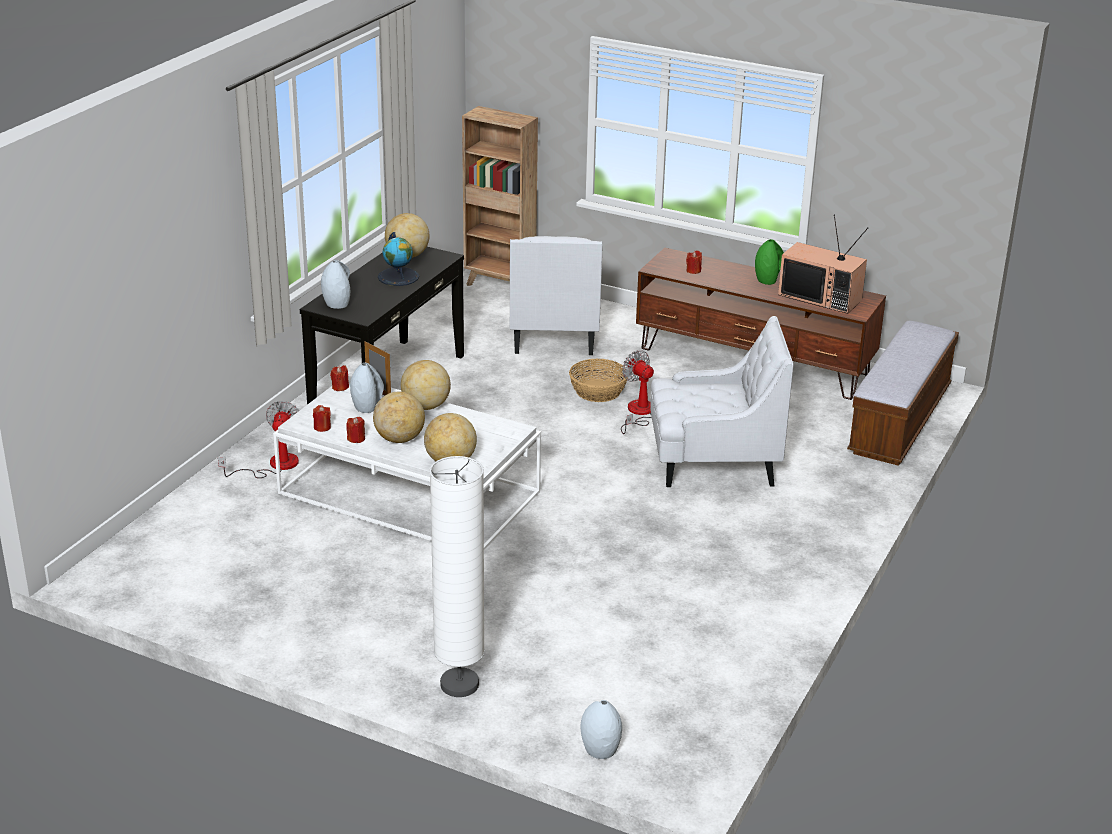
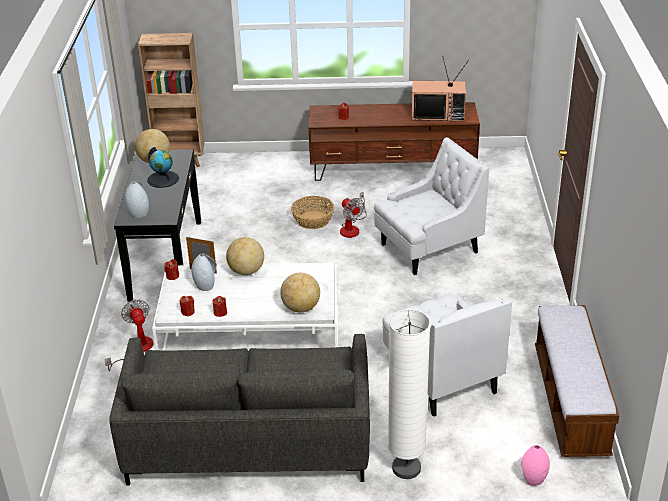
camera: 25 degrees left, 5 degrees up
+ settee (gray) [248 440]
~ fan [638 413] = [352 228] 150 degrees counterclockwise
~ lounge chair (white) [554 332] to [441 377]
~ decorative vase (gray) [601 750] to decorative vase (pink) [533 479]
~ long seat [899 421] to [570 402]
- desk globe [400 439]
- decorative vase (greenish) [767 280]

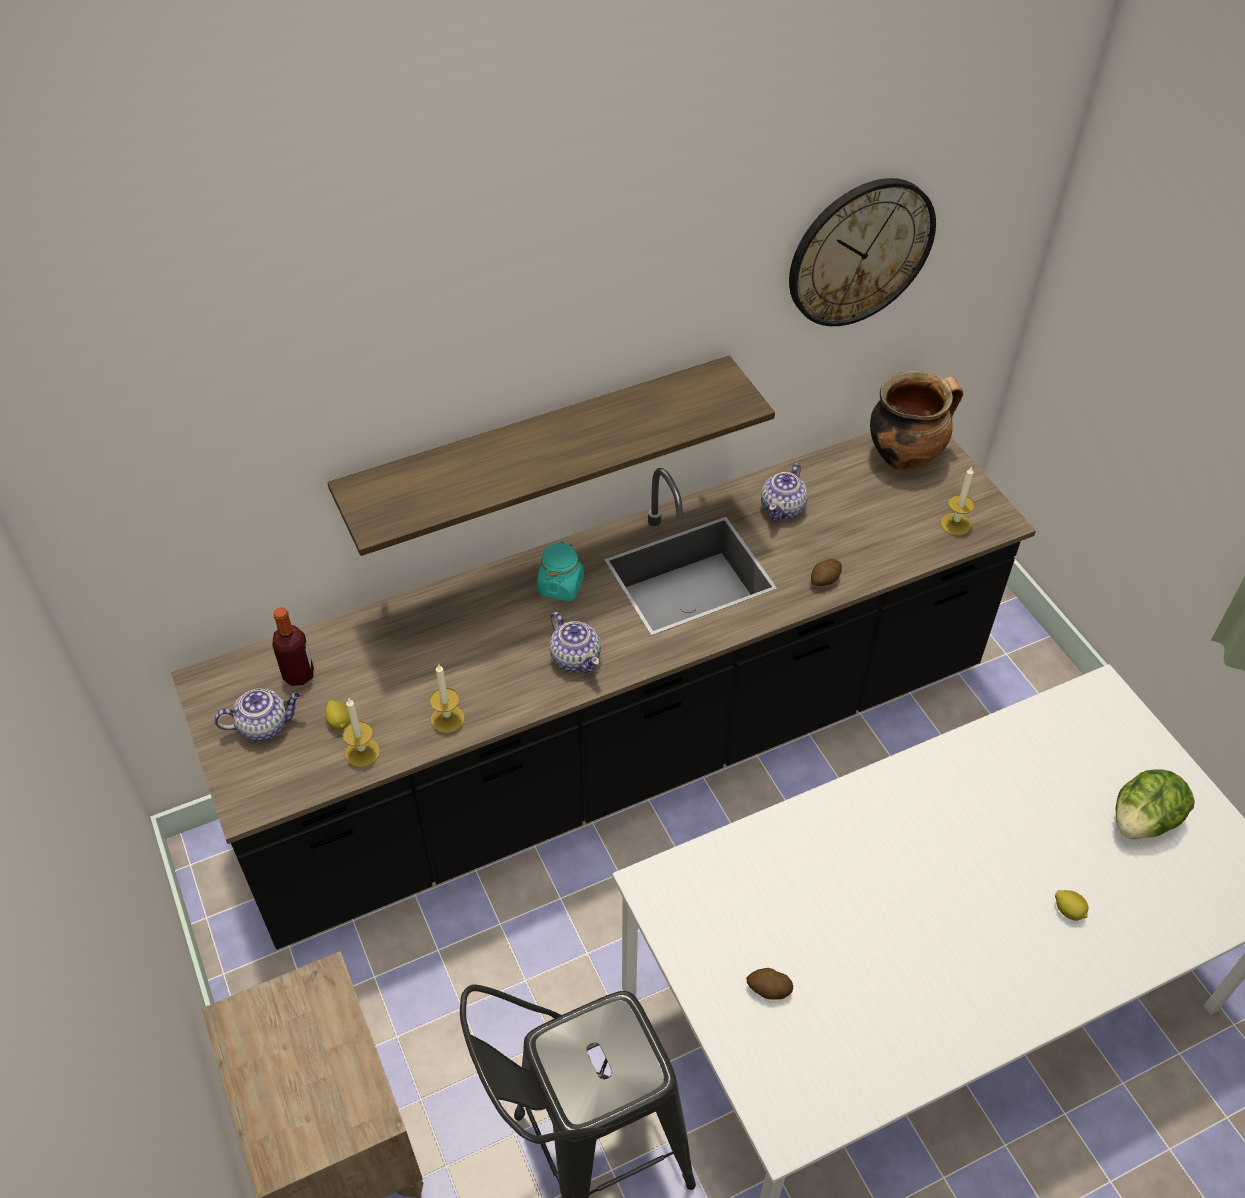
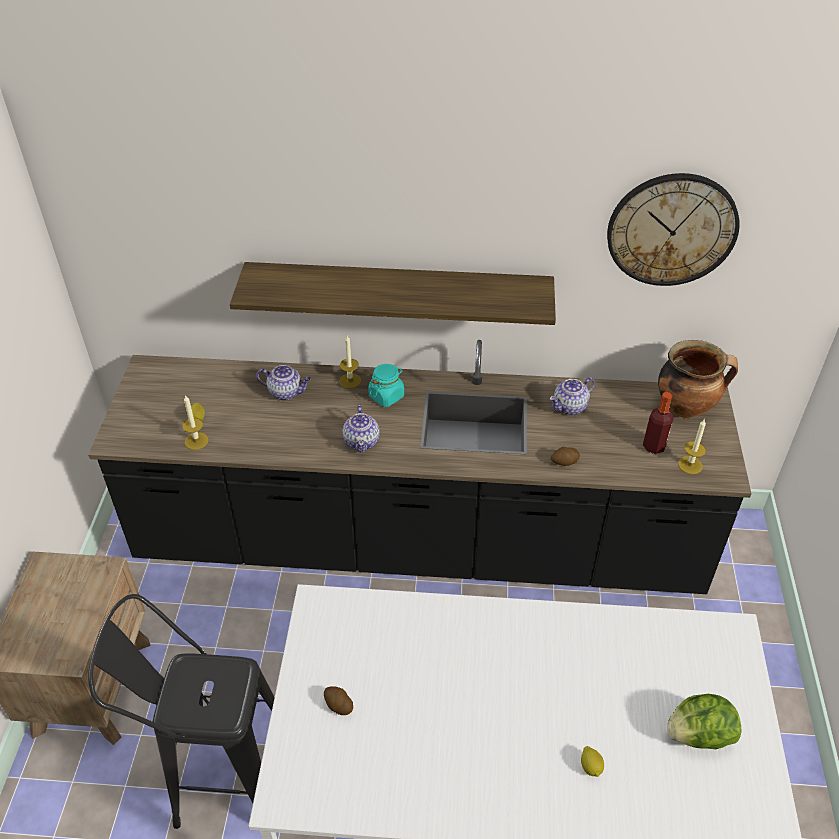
camera: 30 degrees right, 5 degrees down
~ tea pot [265 725] to [286 392]
~ wax candle [447 719] to [350 381]
~ beverage bottle [299 675] to [654 446]

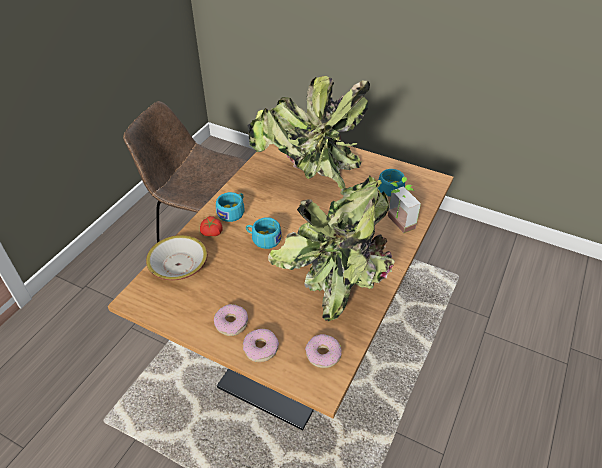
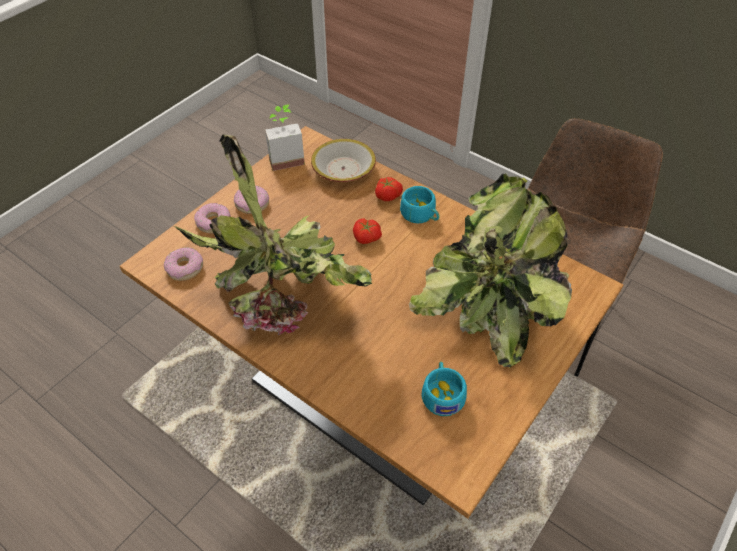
camera: 100 degrees right, 5 degrees up
~ houseplant [396 224] to [285 158]
~ cup (turquoise-coloured) [263 239] to tomato [366 238]

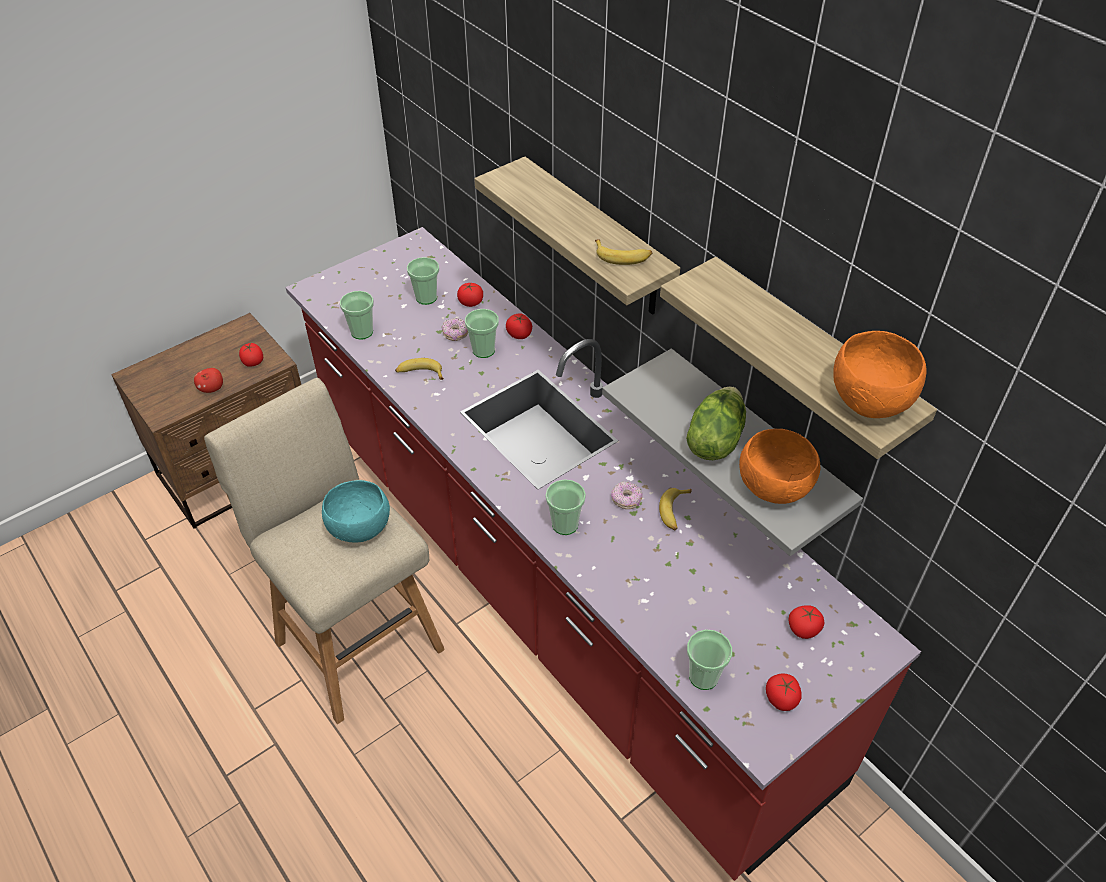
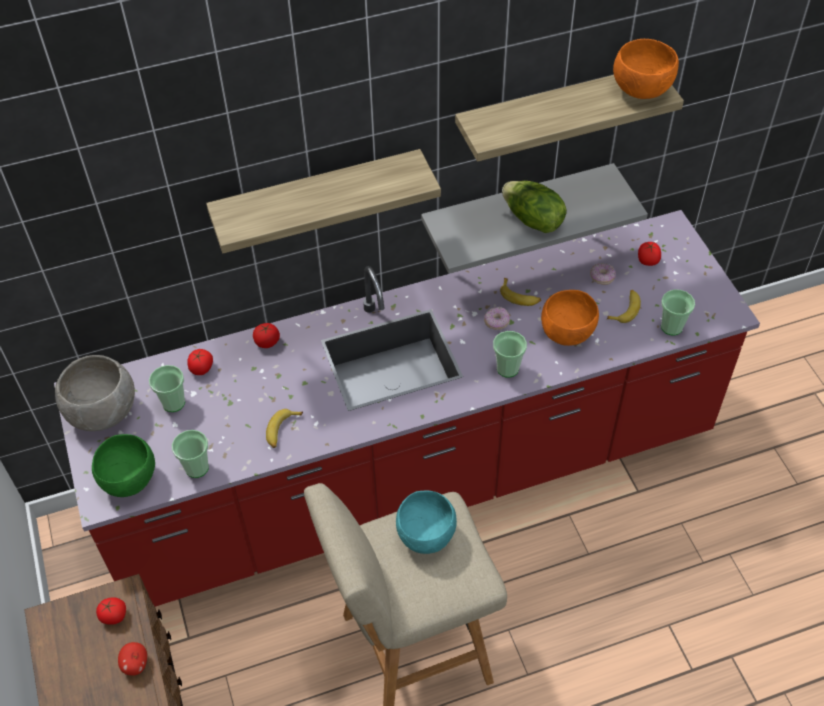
camera: 70 degrees left, 5 degrees up
+ deep dish (gray) [103 412]
+ deep dish (greenish) [130 480]
~ deep dish (orange) [773 488] to [566 333]
~ donut [455 334] to [602 278]
~ banana [623 256] to [625 309]
- cup [483 350]
- tomato [781 699]

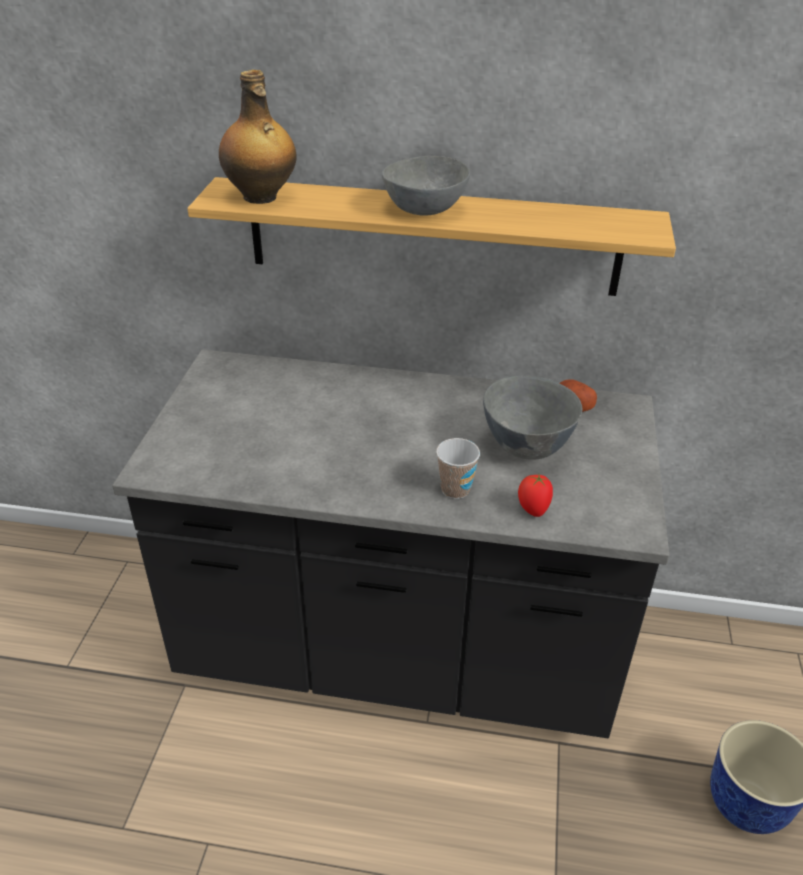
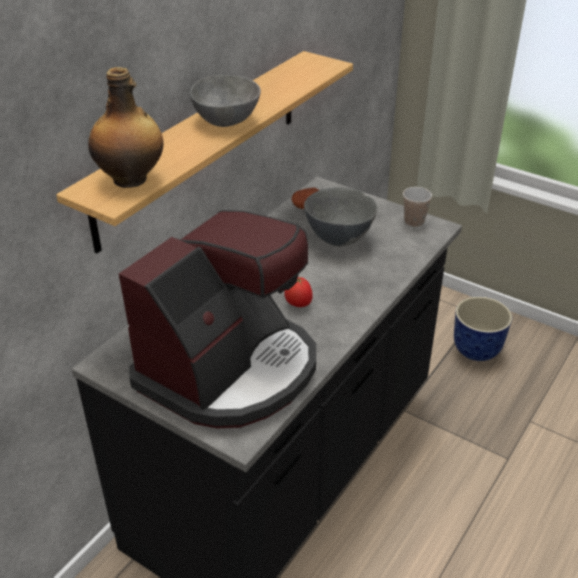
camera: 65 degrees left, 0 degrees up
+ coffee maker [230 370]
~ tomato [532 509] to [298 304]
~ cup [455 489] to [414 222]

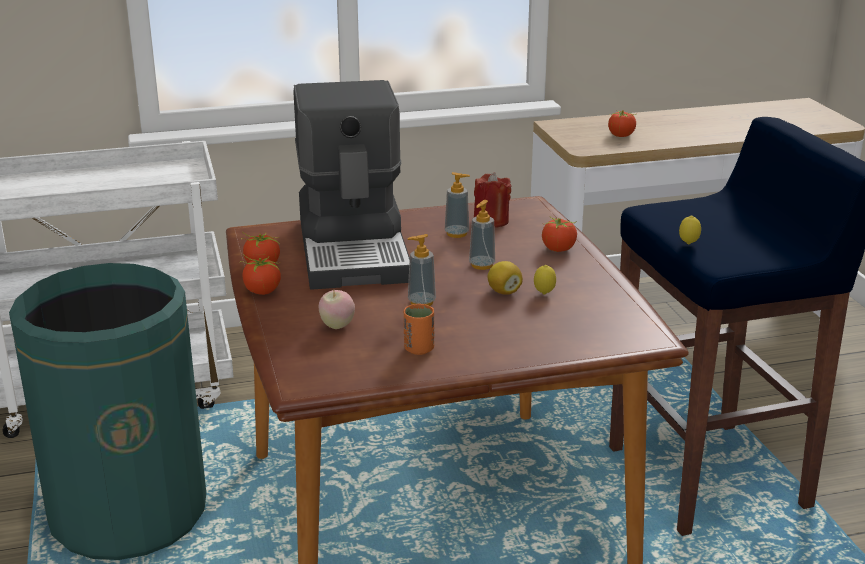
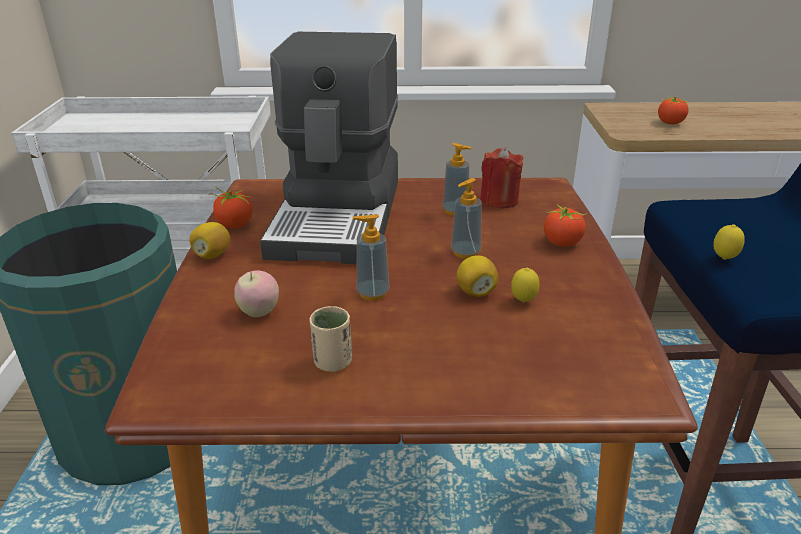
camera: 15 degrees right, 5 degrees up
~ tomato [262 291] to whole lemon [212 255]
~ cup (orange) [419 349] to cup (beige-coloured) [332 362]

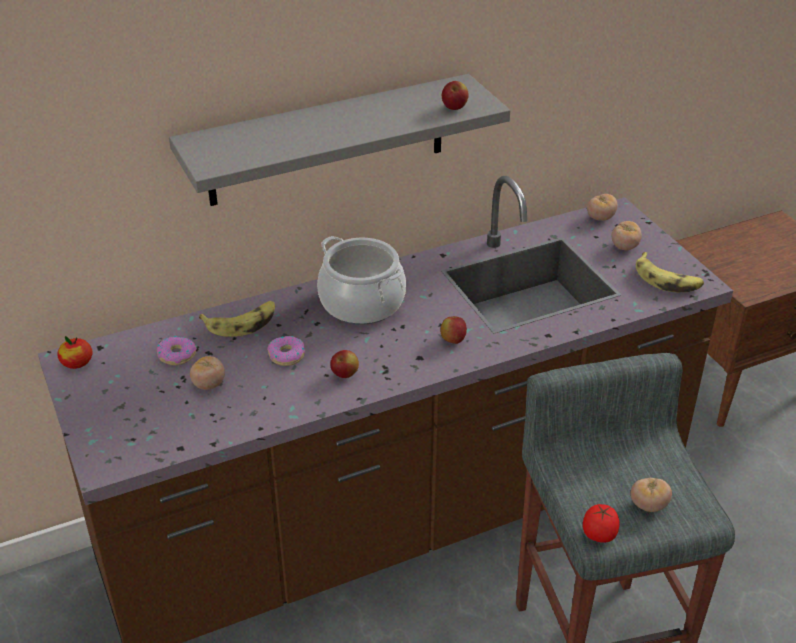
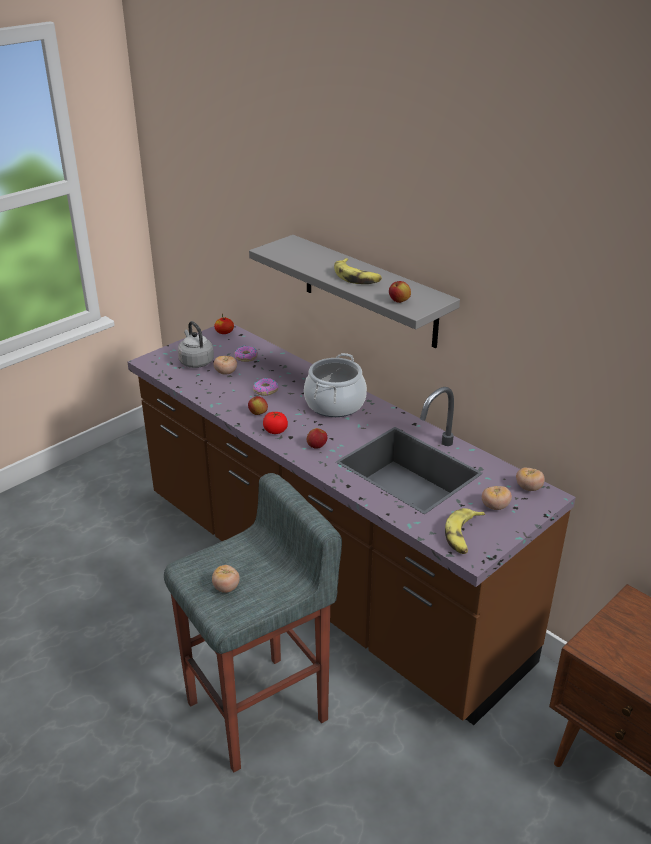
camera: 70 degrees right, 5 degrees down
+ tea kettle (gray) [195 361]
~ tomato [599 534] to [275 431]
~ banana [242 323] to [357 277]

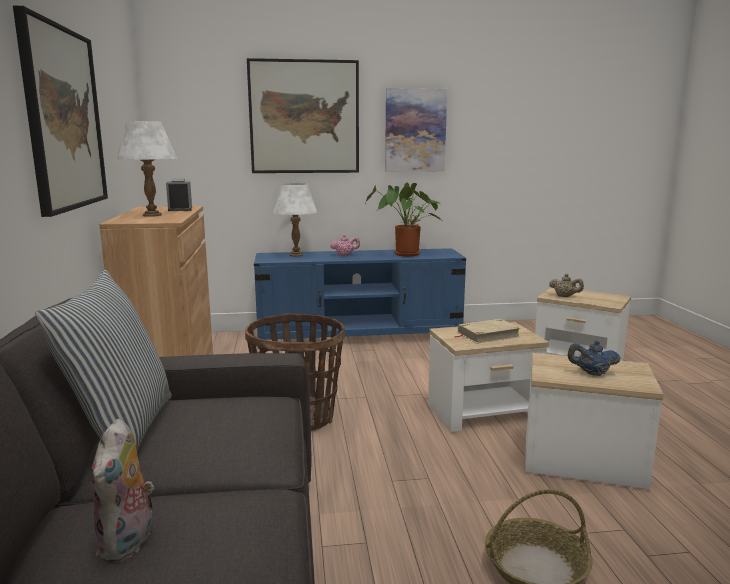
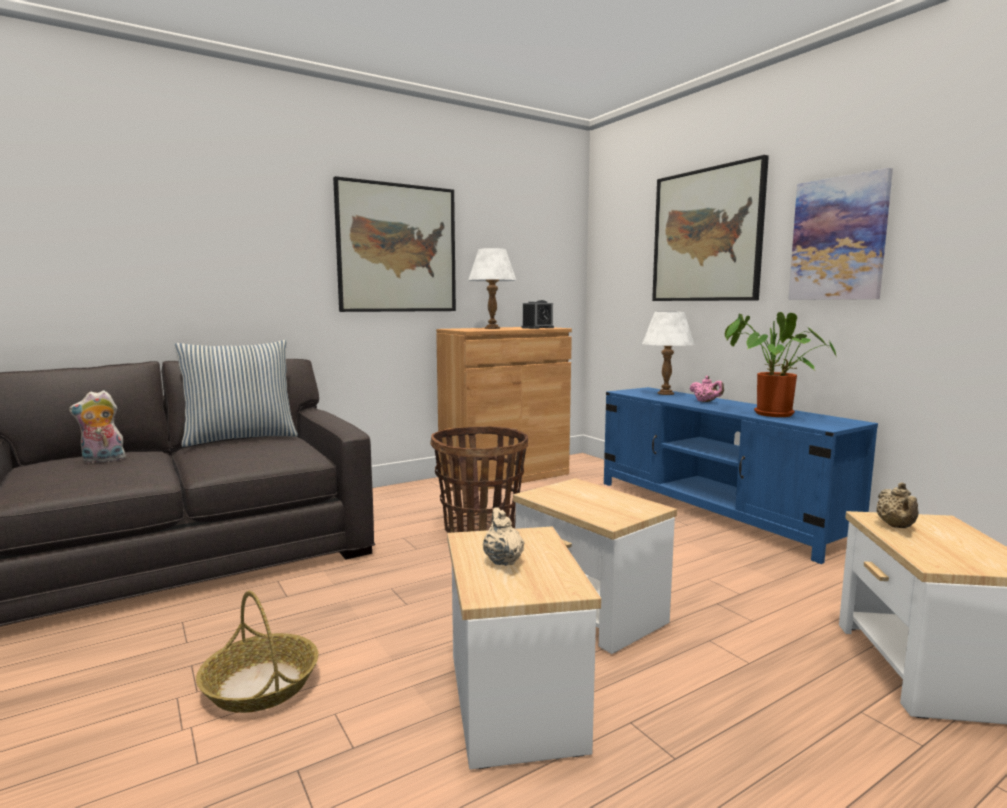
camera: 65 degrees right, 5 degrees down
~ tea pot (blue-coloured) [592 373] to tea pot (beige-coloured) [502 560]
- book (beige-coloured) [488 335]

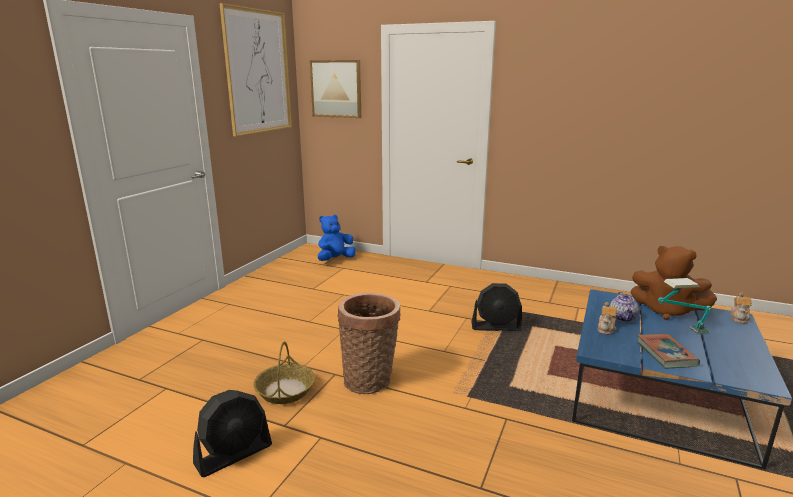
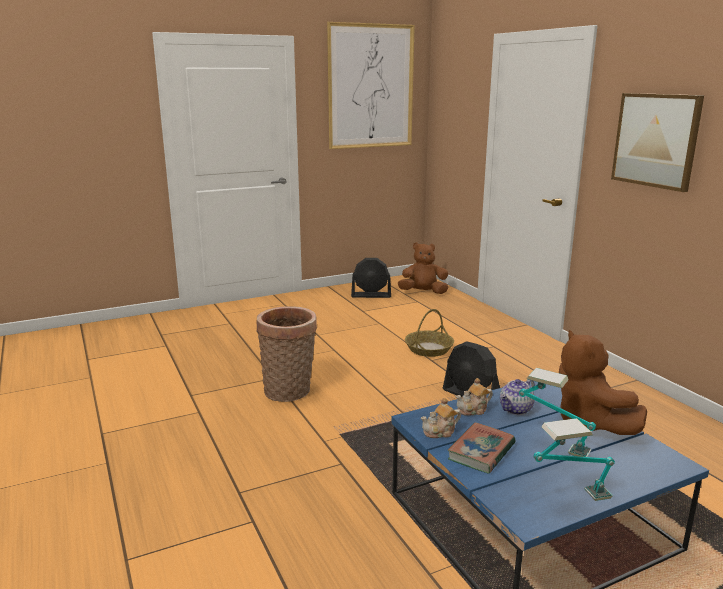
camera: 40 degrees right, 0 degrees up
~ fan (black-coloured) [234 454] to [371 295]
~ soft toy (blue-coloured) [335 259] to soft toy (brownish) [423 292]
~ storage basket [285 390] to [429 349]
~ tea pot [739 318] to [440 432]
+ lamp for a table [570 498]
~ wall art [336 89] to [656 140]

